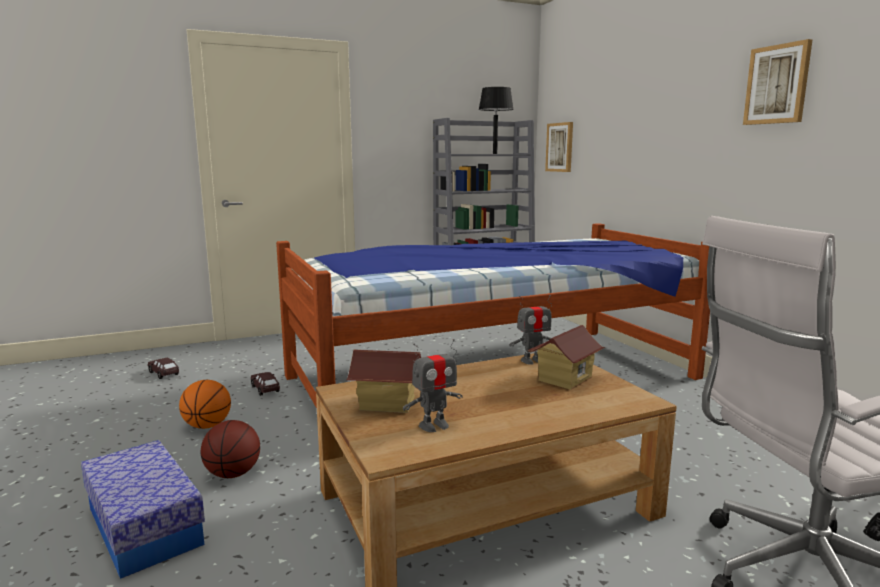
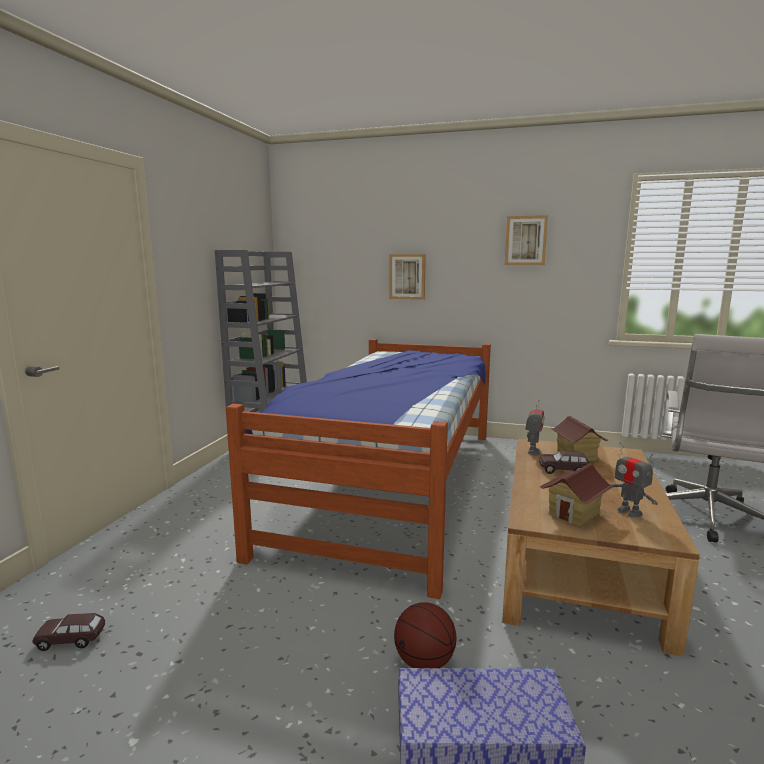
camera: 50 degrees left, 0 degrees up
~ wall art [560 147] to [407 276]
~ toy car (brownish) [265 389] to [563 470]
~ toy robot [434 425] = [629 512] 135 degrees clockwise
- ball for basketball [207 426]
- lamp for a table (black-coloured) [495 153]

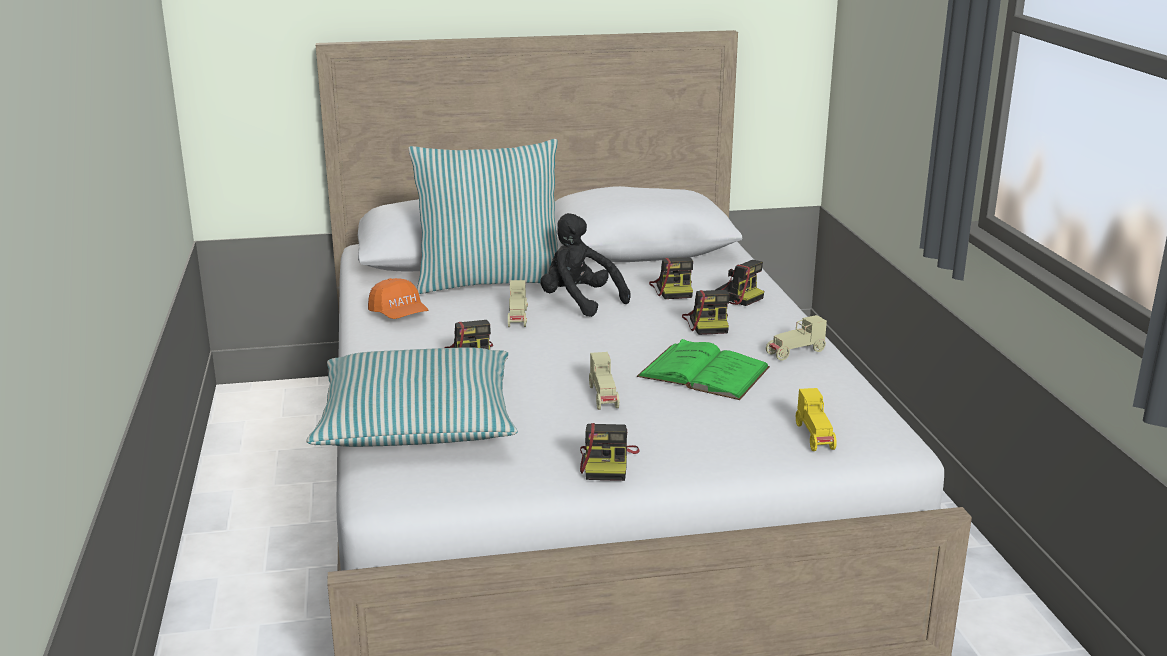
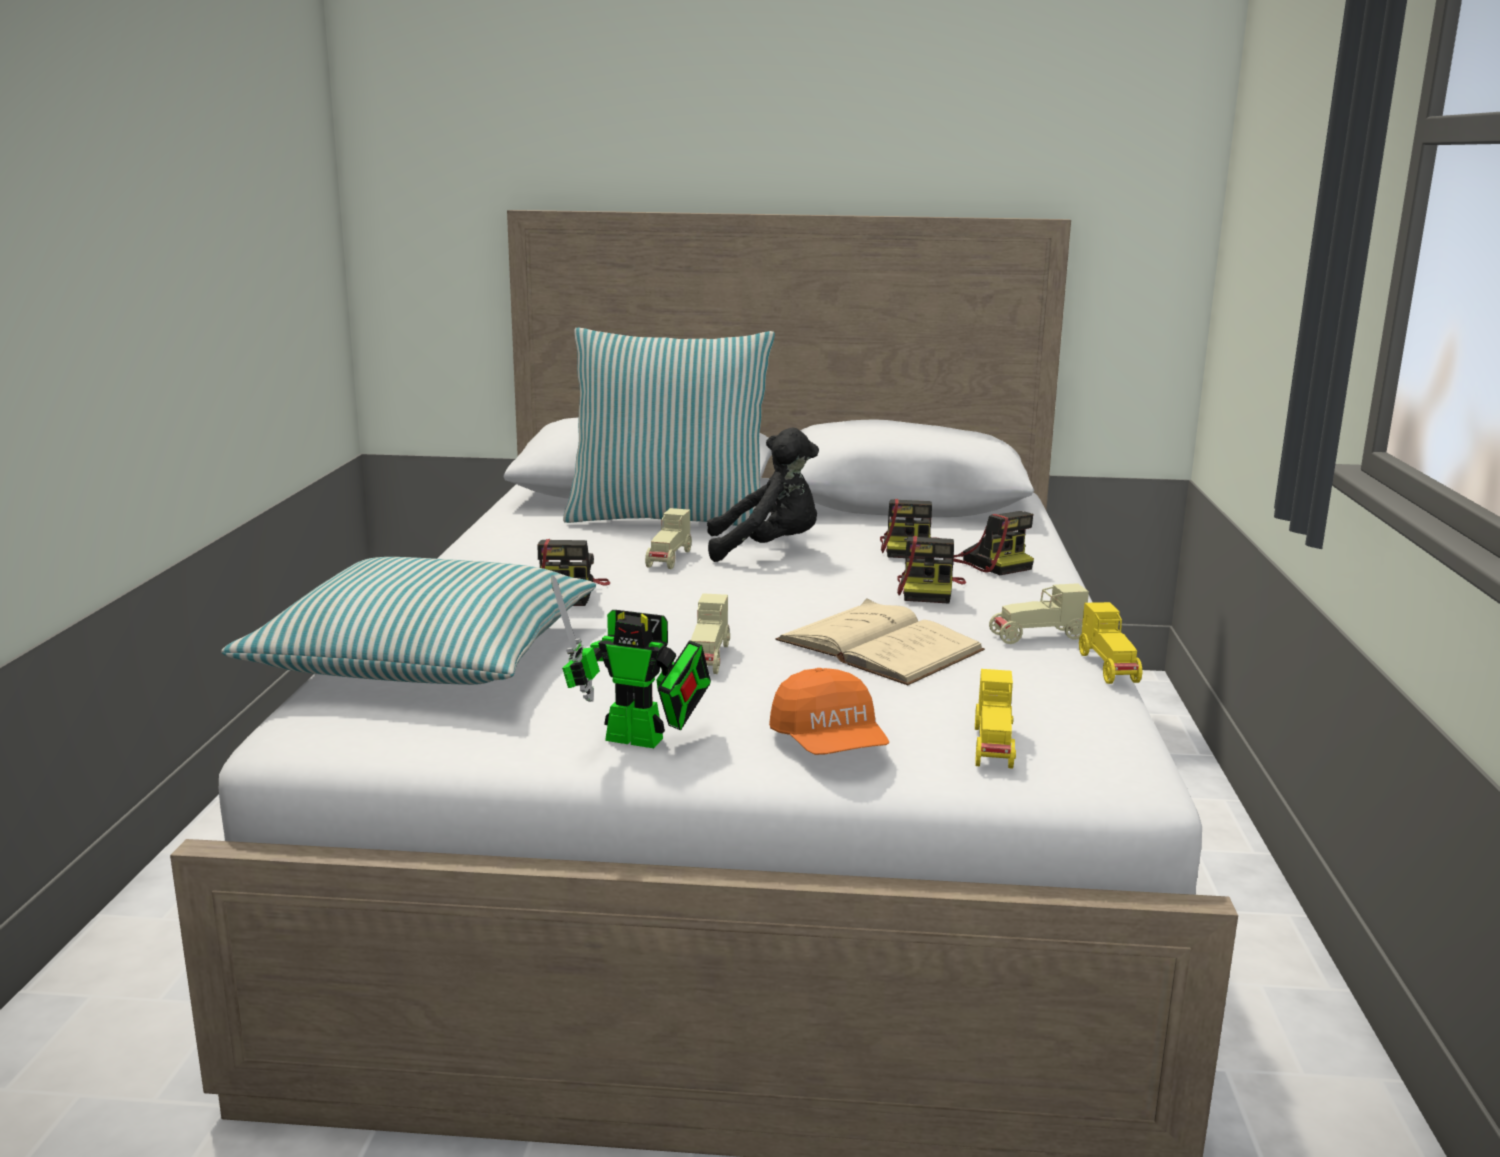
camera: 15 degrees right, 5 degrees down
~ photo camera [607 463] to toy robot [643 740]
~ soft toy (black-coloured) [579 302] = [767 550] 120 degrees clockwise
~ cap (orange) [399 315] to [829 745]
~ book (greenish) [703 372] to book (beige-coloured) [879 645]
+ toy car (yellowish) [1109 668]

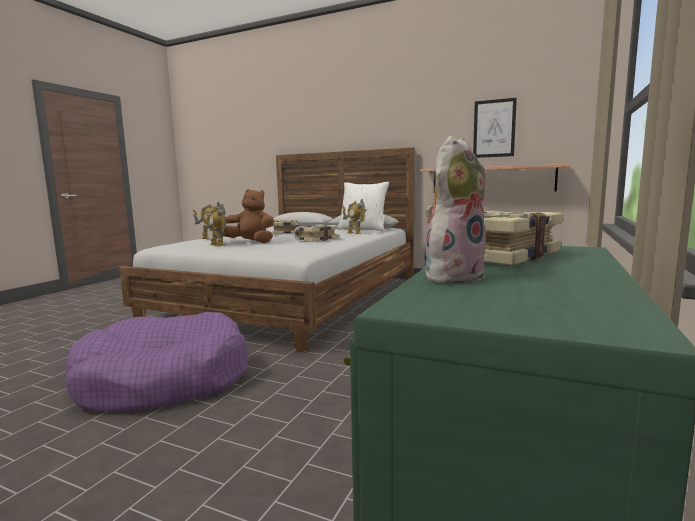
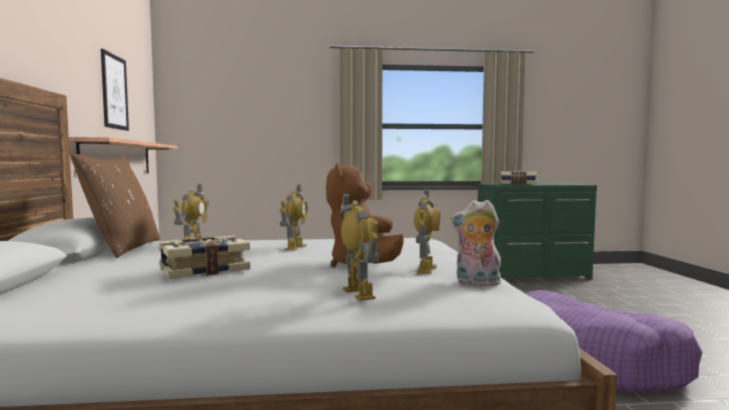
camera: 120 degrees left, 5 degrees down
~ throw pillow (white) [363 229] to throw pillow (brownish) [123 248]
~ book [316 239] to toy robot [295 247]
~ soft toy [452 276] to [476 283]

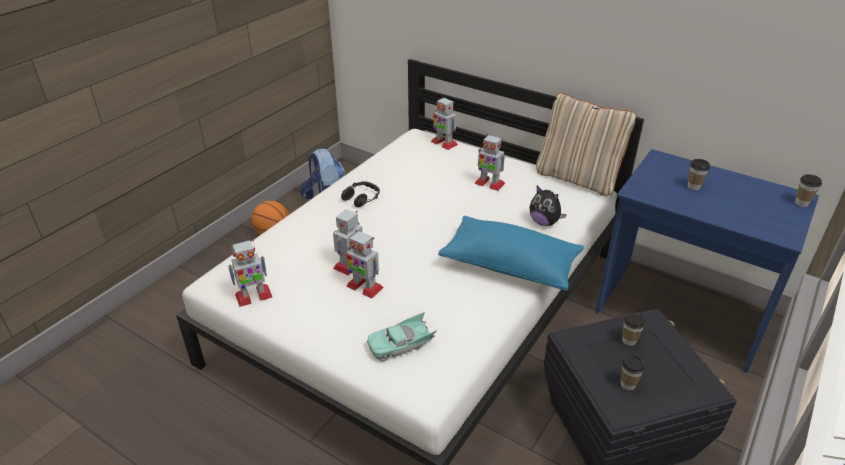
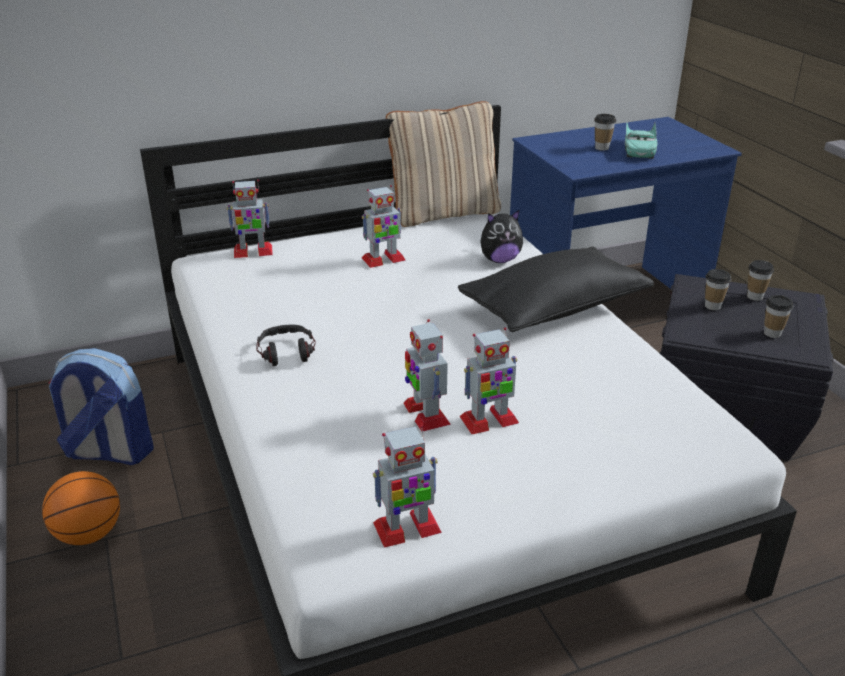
camera: 55 degrees left, 5 degrees down
~ toy robot [253 296] = [406 528] 60 degrees clockwise
~ throw pillow (blue-coloured) [510 266] to throw pillow (black-coloured) [554 309]
~ toy car (turquoise-coloured) [401 345] to [639 150]
~ cup [801 203] to [754 296]

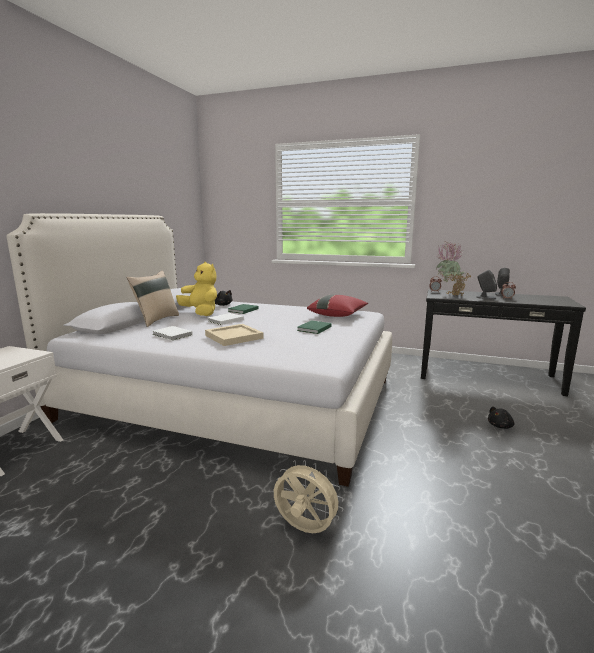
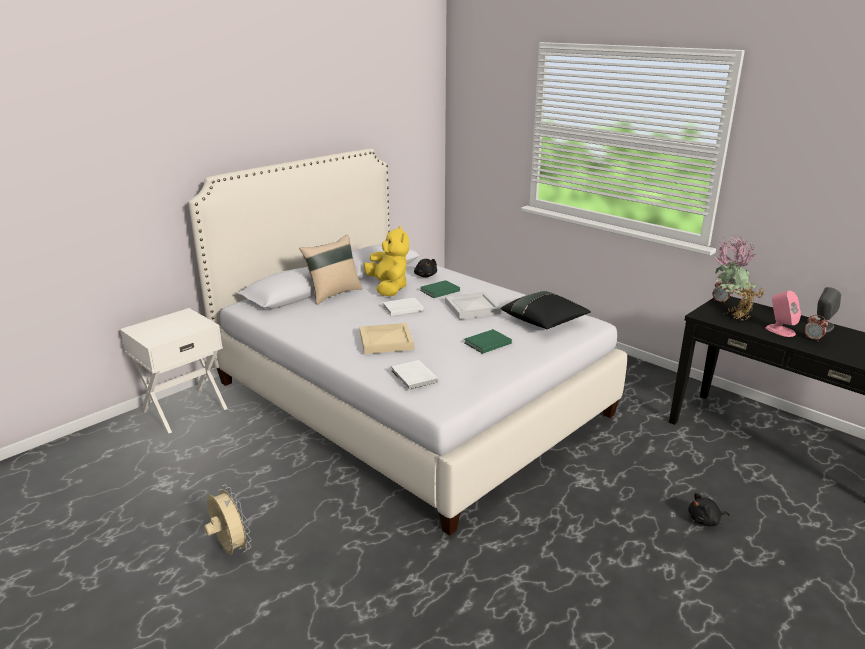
camera: 25 degrees right, 10 degrees up
~ fan (beige-coloured) [304 530] to [230 548]
~ book (white) [172 335] to [413 377]
+ serving tray (white) [473 308]
~ throw pillow (reddish) [338 315] to throw pillow (black-coloured) [544 322]
~ audio speaker (gray) [485 297] to audio speaker (pink) [780 330]

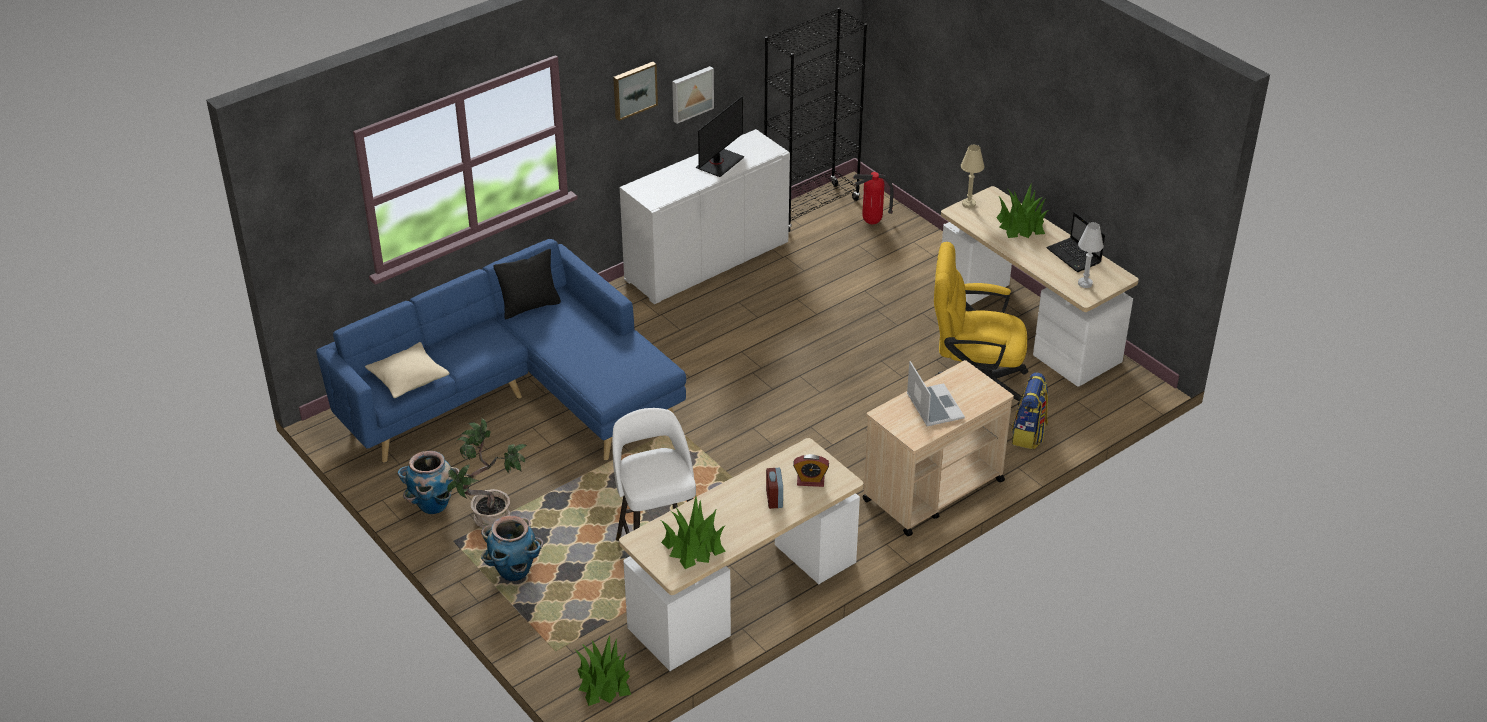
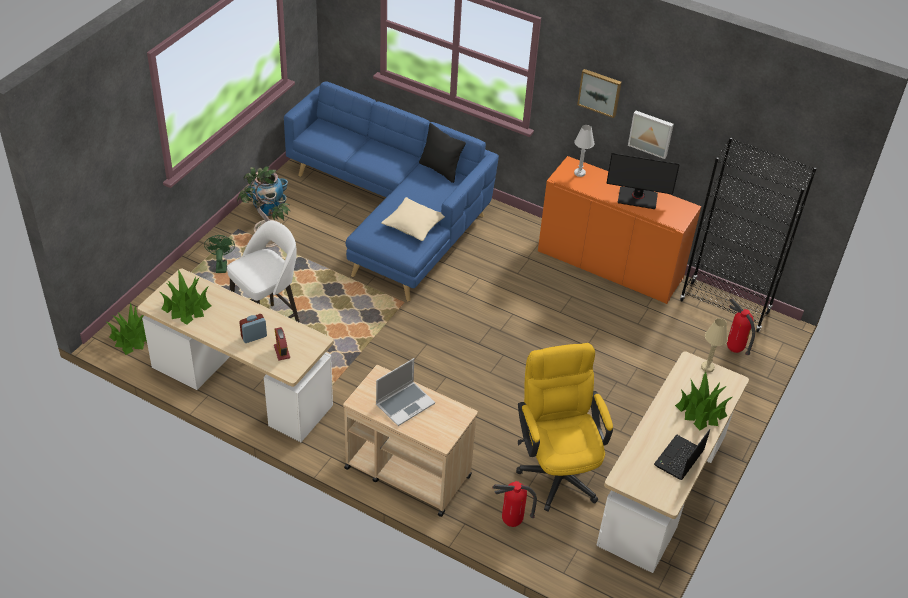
camera: 65 degrees right, 5 degrees up
~ planter [514 571] to fan (greenish) [221 265]
~ throw pillow (beige-coloured) [408 378] to [414 225]
~ rucksack [1028 434] to fire extinguisher [511 522]
~ cupboard (white) [707 261] to cupboard (orange) [610 265]
~ lamp for a table (white) [1085 283] to [579 173]

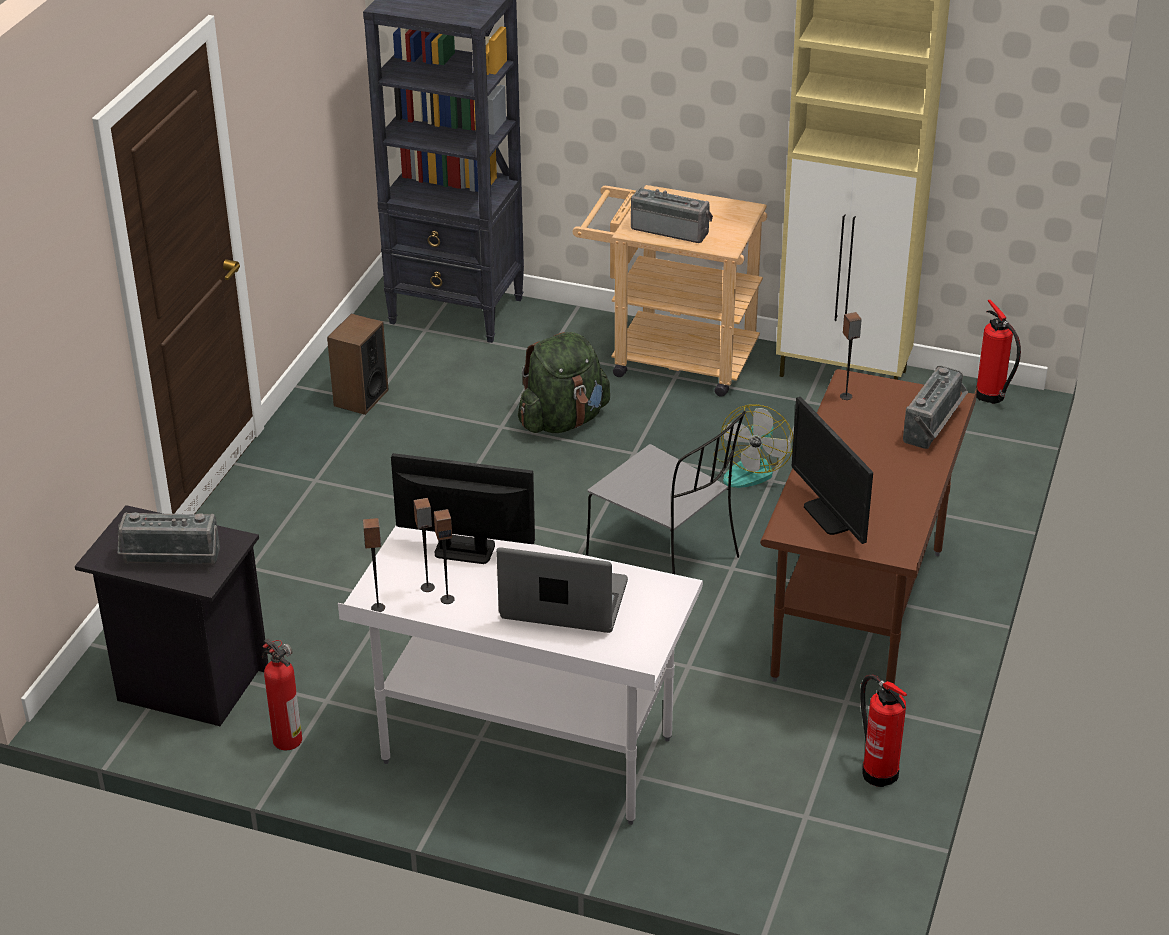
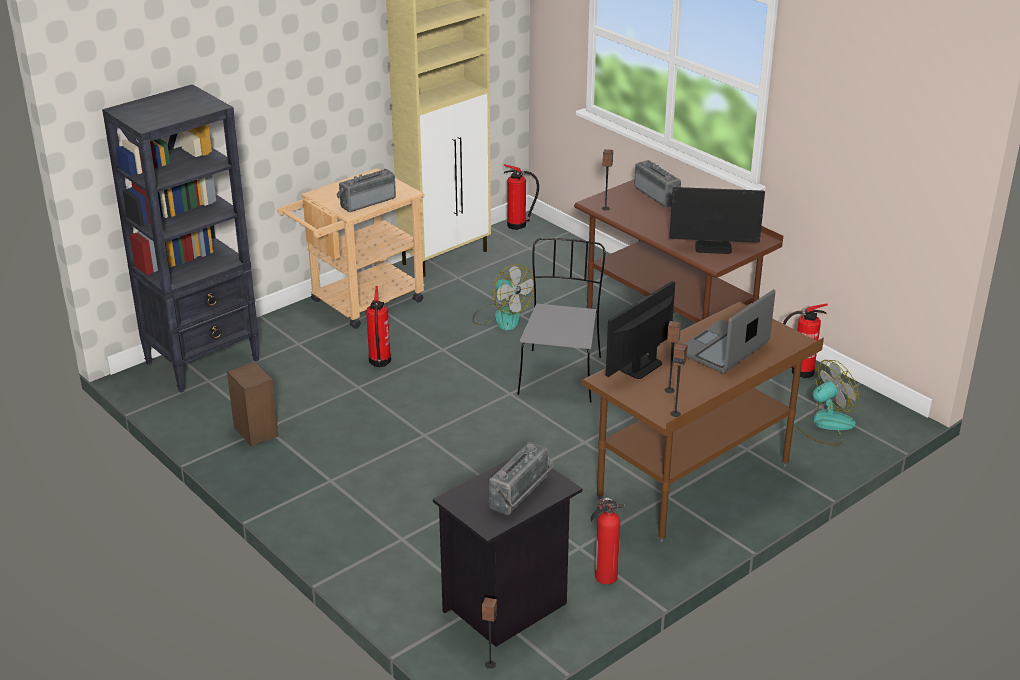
camera: 60 degrees left, 5 degrees down
~ rucksack (greenish) [563 420] to fire extinguisher [379 362]
~ audio speaker [447 599] to [490 664]
~ plain chair (gray) [666 561] = [560 374] 60 degrees counterclockwise
~ desk unit (white) [526 751] to desk unit (brownish) [694 482]
+ fan [825 425]

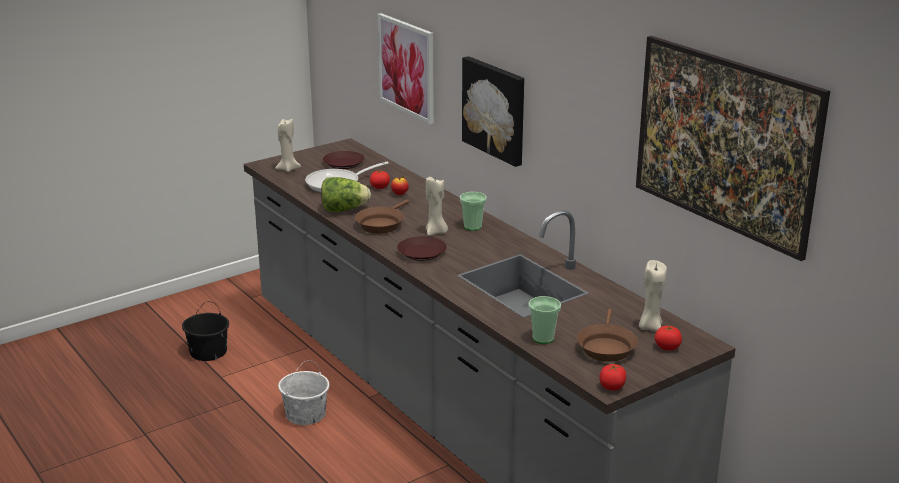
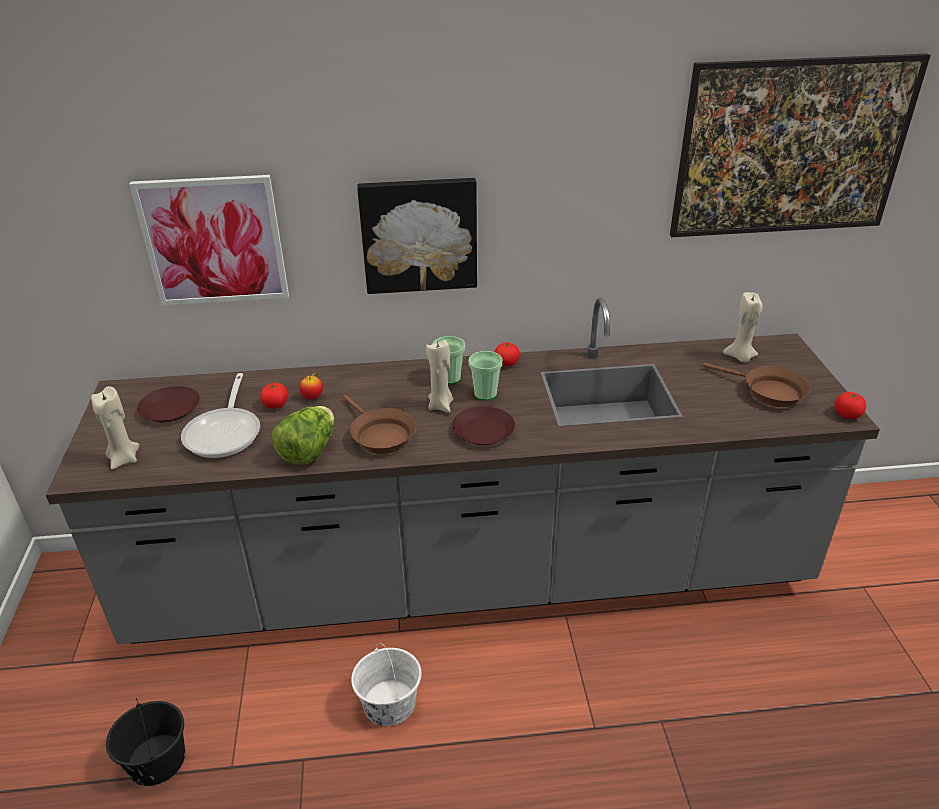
camera: 60 degrees left, 10 degrees up
~ cup [543 338] to [485 394]
~ tomato [667 347] to [506 363]

